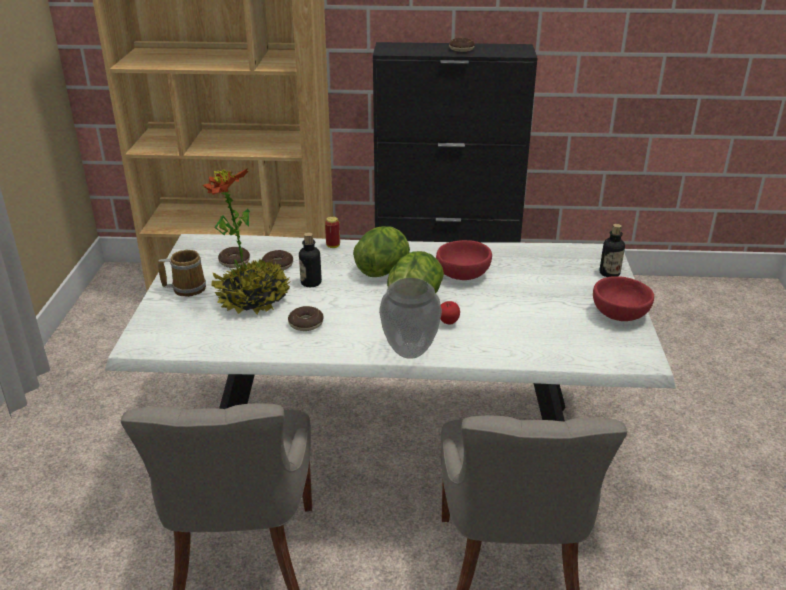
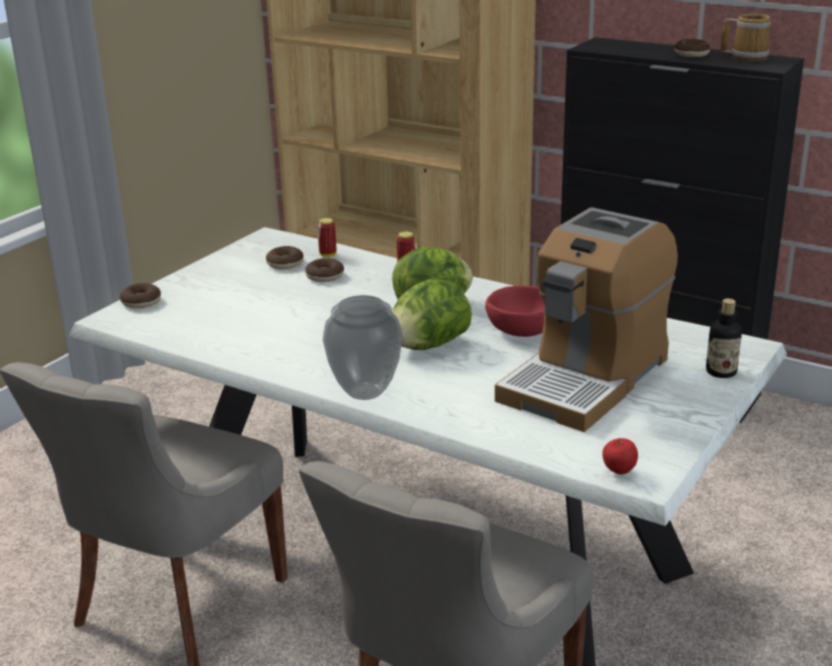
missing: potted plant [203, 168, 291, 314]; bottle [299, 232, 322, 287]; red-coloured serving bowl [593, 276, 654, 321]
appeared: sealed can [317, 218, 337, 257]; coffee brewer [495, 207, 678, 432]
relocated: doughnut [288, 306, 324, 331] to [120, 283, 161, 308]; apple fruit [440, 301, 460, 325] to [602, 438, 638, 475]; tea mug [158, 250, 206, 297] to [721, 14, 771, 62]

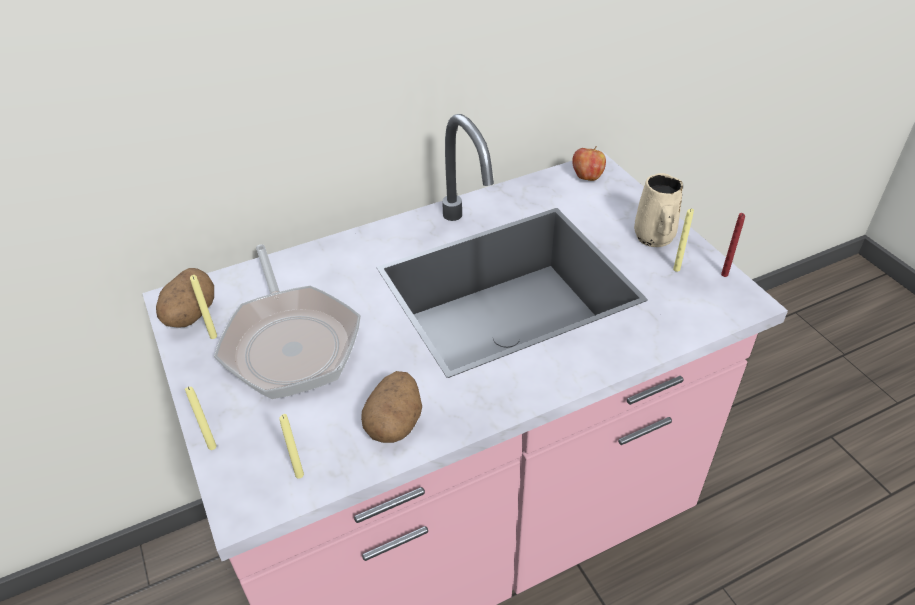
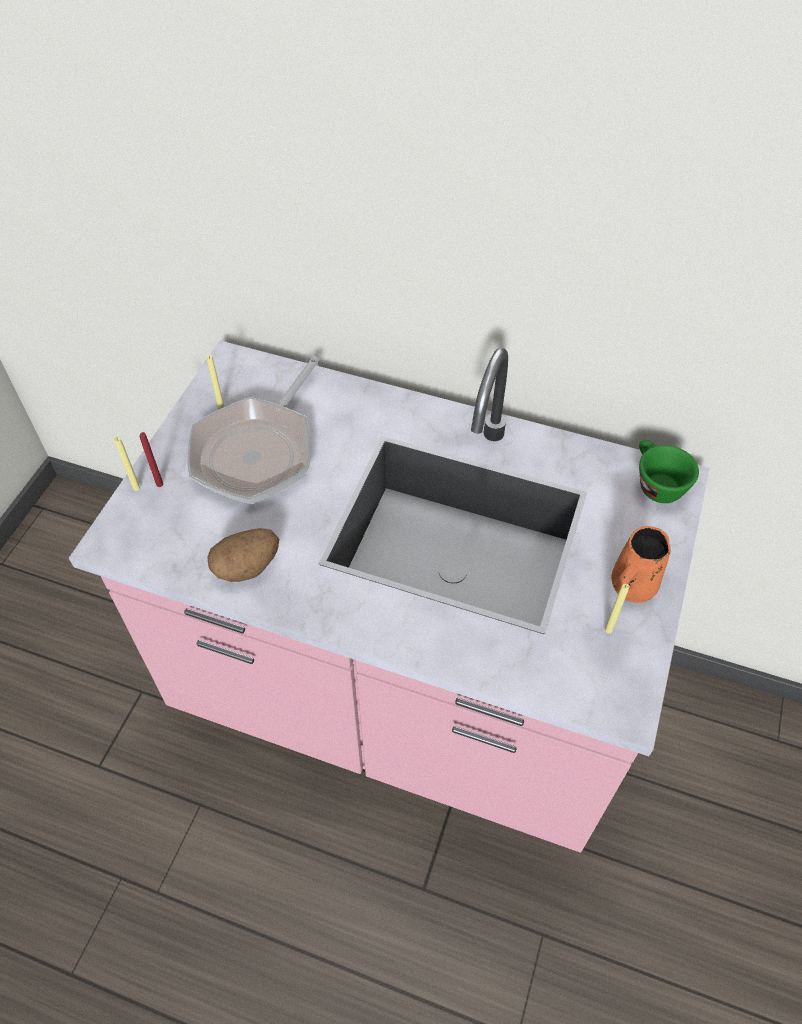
missing: spud [156, 268, 214, 328]; yellow-coloured wax candle [279, 414, 304, 478]
relocated: red-coloured wax candle [721, 213, 745, 277] to [140, 432, 163, 487]
exchanged: apple fruit [572, 146, 606, 181] to greenish drinking cup [639, 440, 699, 503]
colour: beige tea mug [634, 173, 683, 247] to orangey tea mug [611, 526, 671, 603]

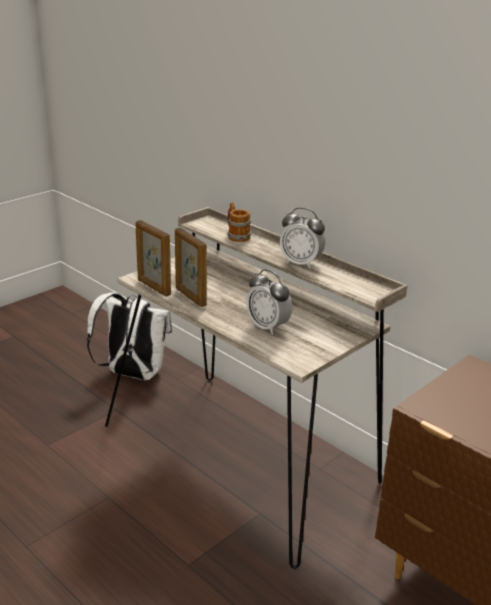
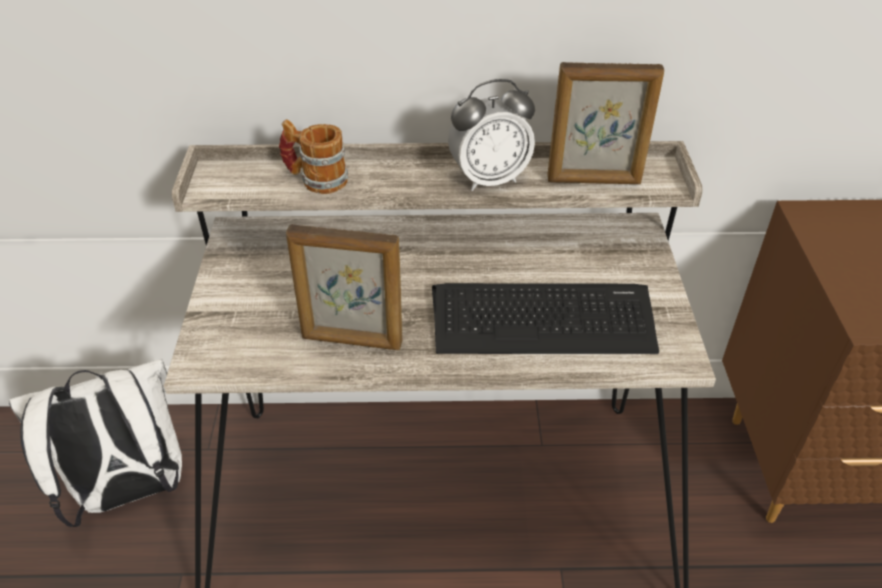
relocated: picture frame [135, 220, 171, 297] to [547, 62, 664, 184]
exchanged: table clock [246, 269, 292, 335] to computer keyboard [432, 283, 659, 354]

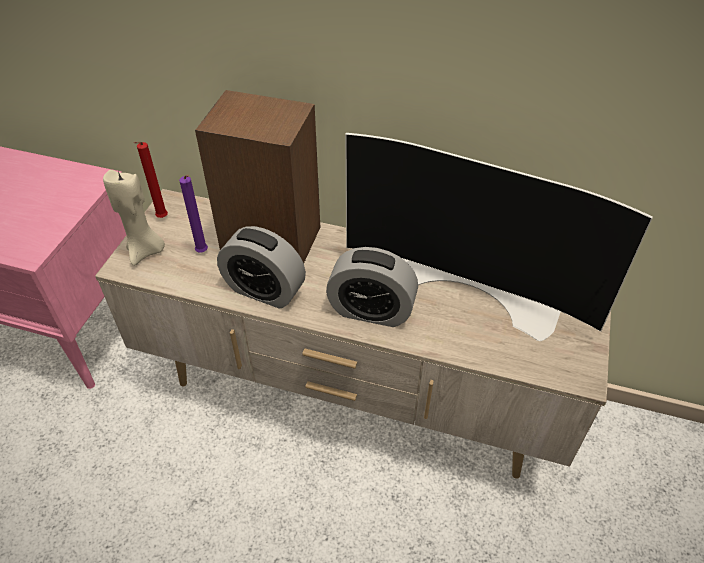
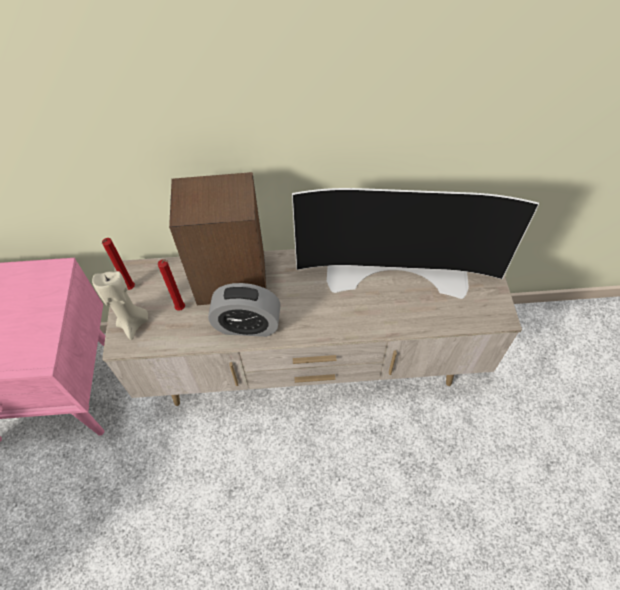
missing: table clock [326, 247, 418, 327]
colour: purplish wax candle [179, 175, 208, 253] to red-coloured wax candle [158, 259, 185, 311]

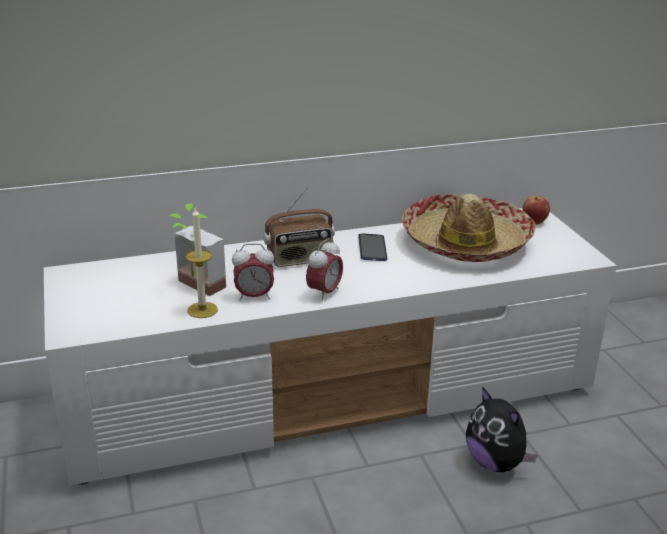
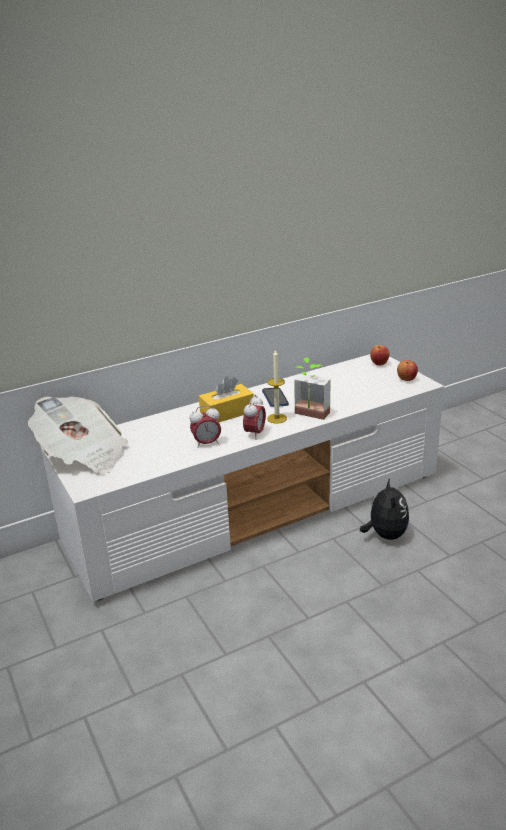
missing: clothing hat [402, 194, 536, 262]
appeared: newspaper [28, 396, 128, 474]; apple fruit [397, 360, 418, 381]
relocated: wax candle [185, 207, 218, 318] to [267, 350, 287, 424]; potted plant [169, 203, 226, 296] to [294, 358, 331, 420]
exchanged: radio set [263, 187, 335, 267] to yellow-coloured tissue holder [199, 376, 254, 422]
spun: cuddly toy [466, 386, 538, 472] = [360, 478, 409, 540] 135 degrees counterclockwise

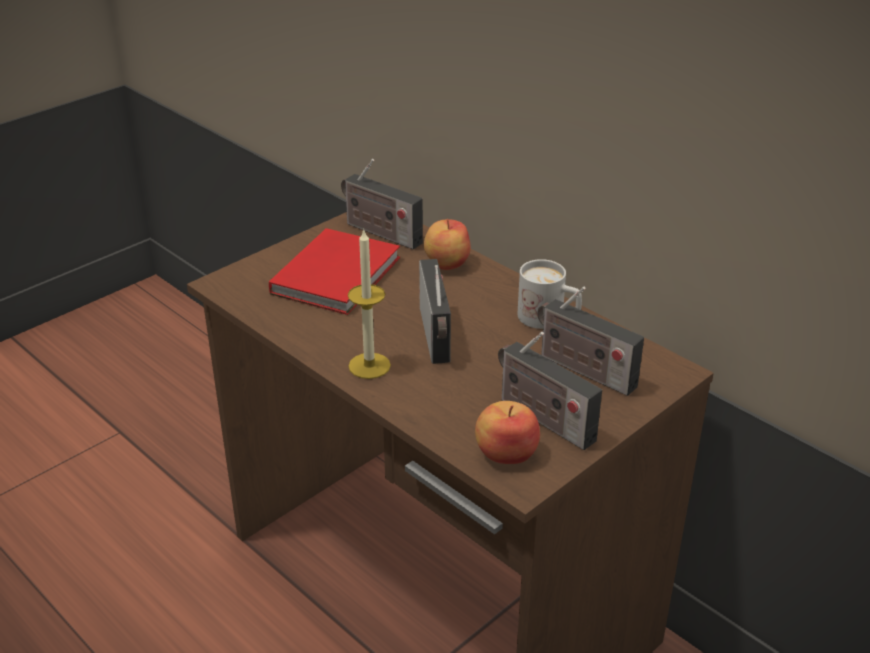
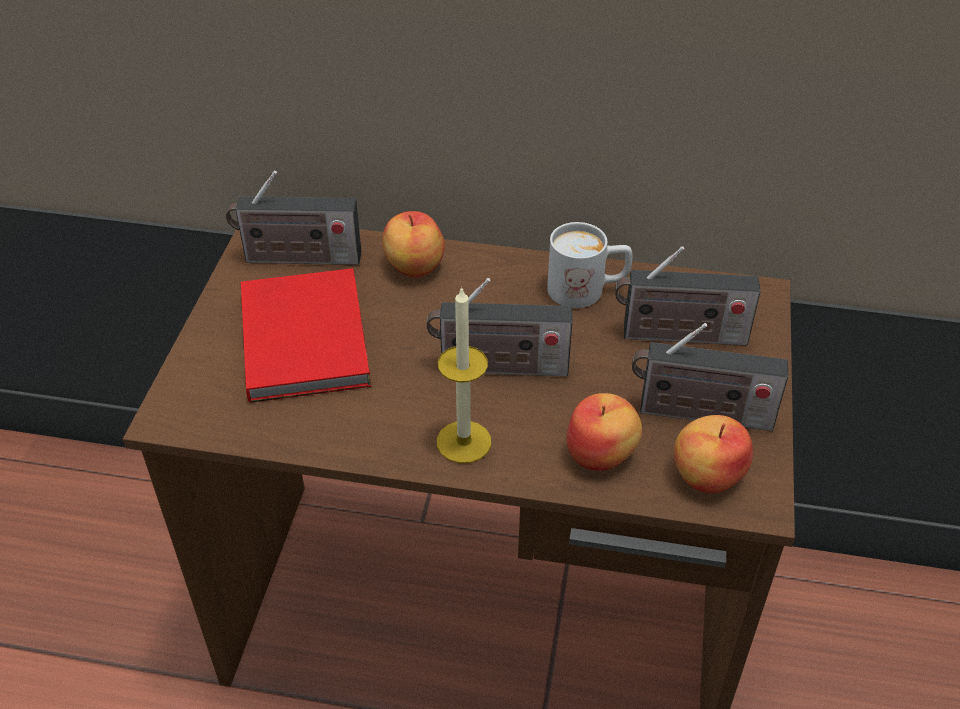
appeared: apple fruit [566, 393, 642, 471]
spun: radio set [419, 259, 451, 364] = [427, 278, 572, 376] 135 degrees clockwise

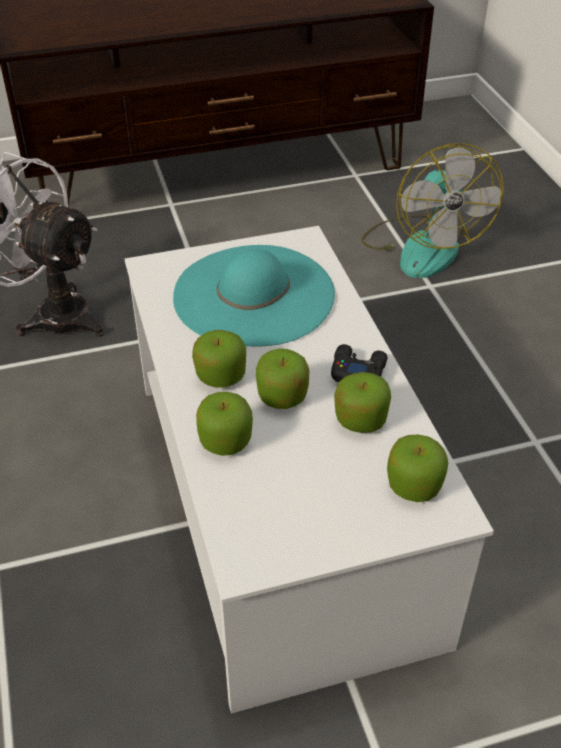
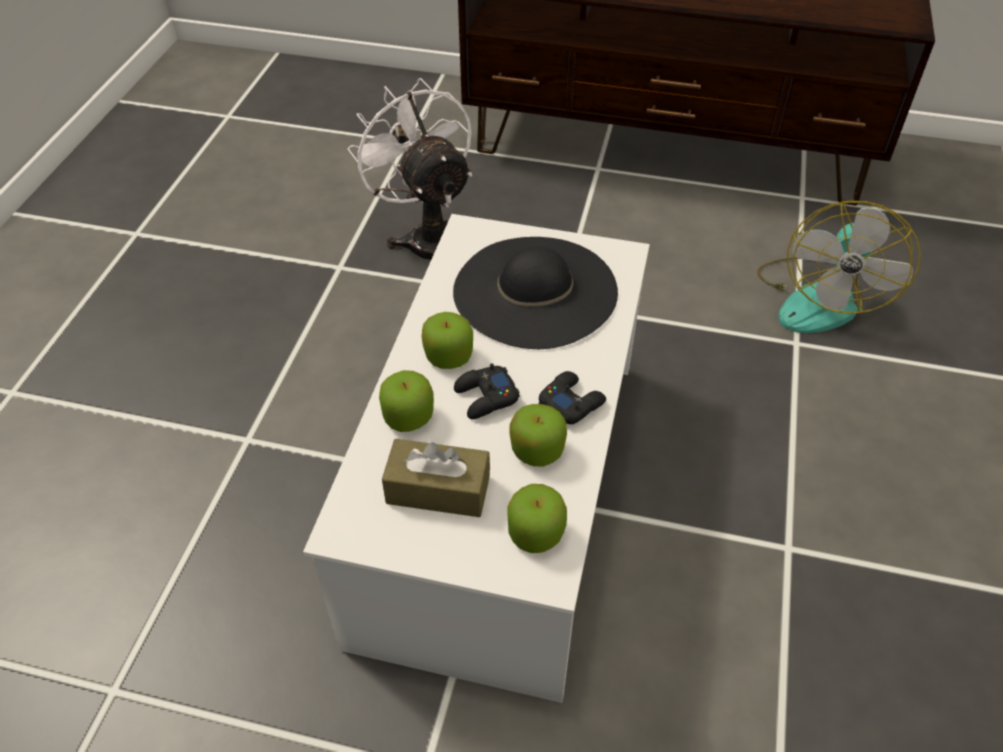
appeared: brown tissue holder [382, 439, 490, 517]
exchanged: apple fruit [256, 348, 309, 409] to black-coloured gamepad [454, 363, 520, 419]
colour: turquoise clothing hat [173, 245, 335, 347] to black-coloured clothing hat [453, 237, 618, 349]

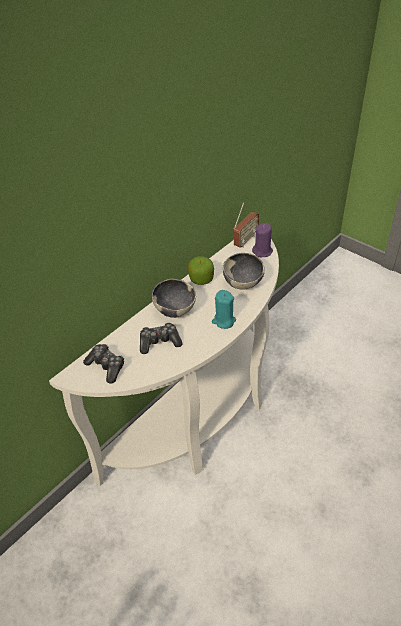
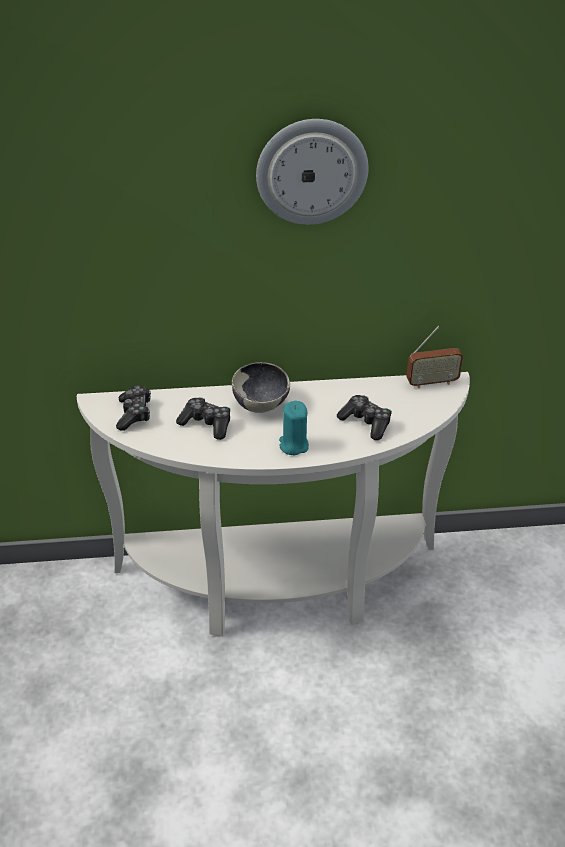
missing: apple fruit [188, 256, 214, 285]; purplish wax candle [252, 223, 273, 257]
appeared: clock on the wall [256, 119, 369, 225]
exchanged: serving bowl [223, 253, 265, 290] to gamepad [337, 395, 392, 440]

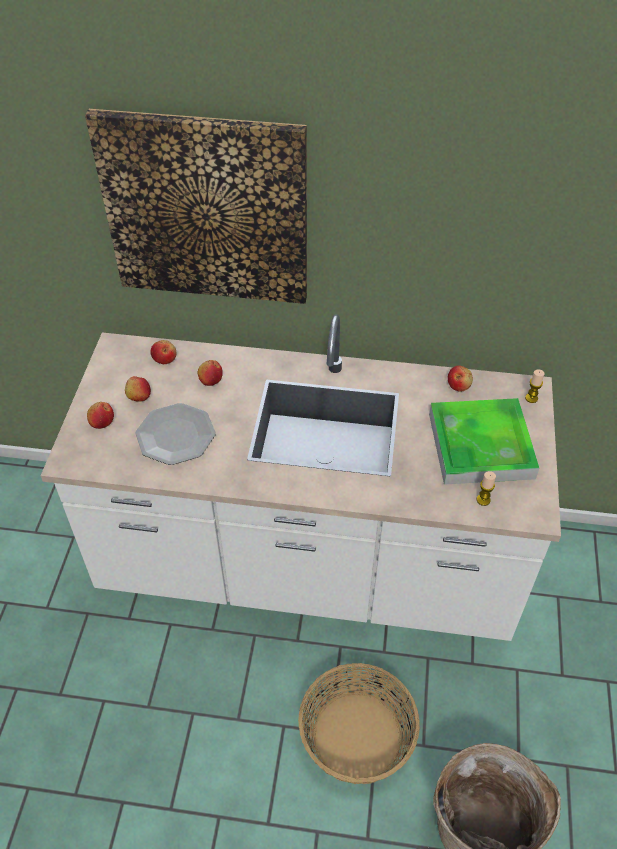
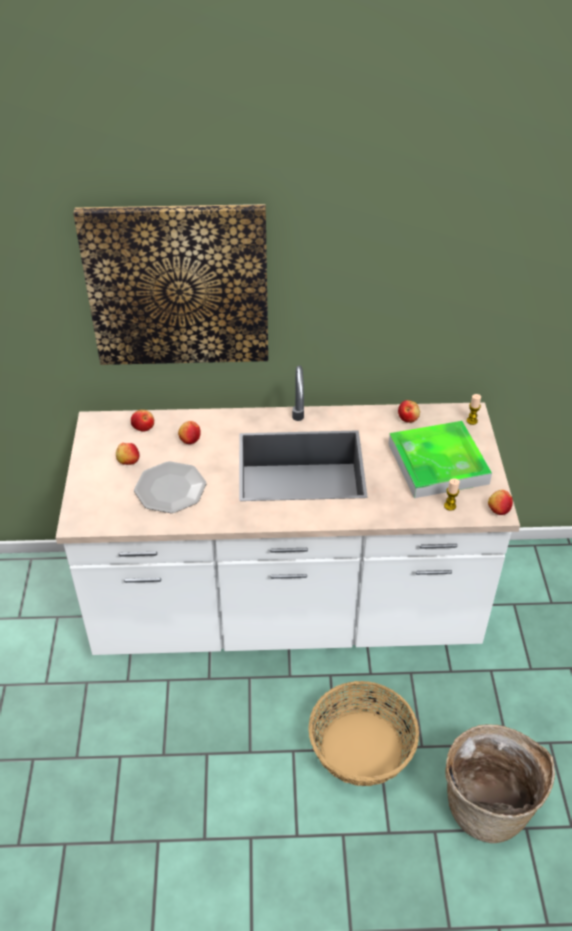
relocated: apple fruit [87, 402, 114, 429] to [488, 490, 513, 515]

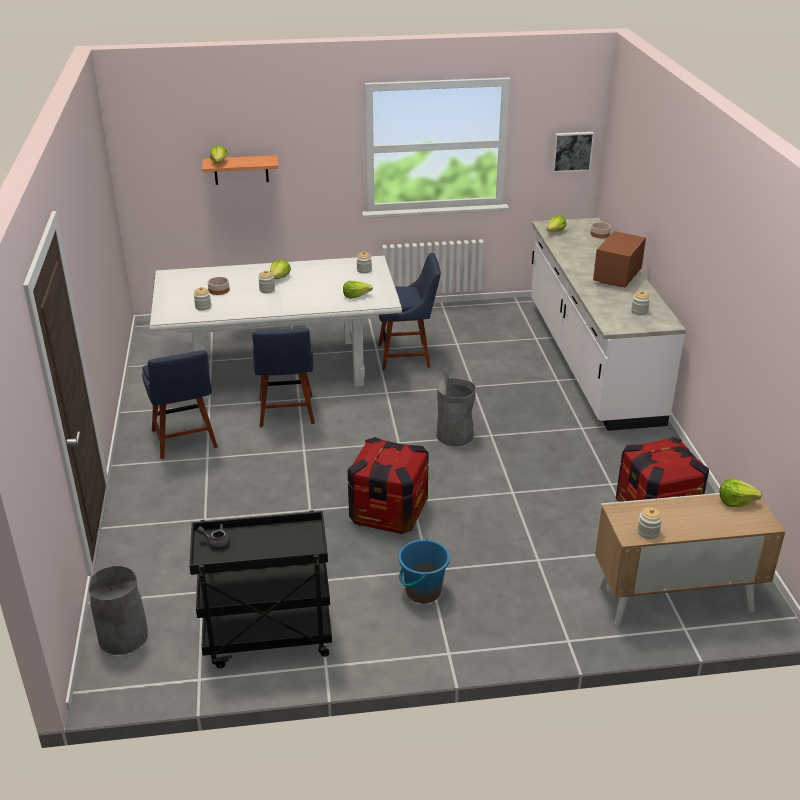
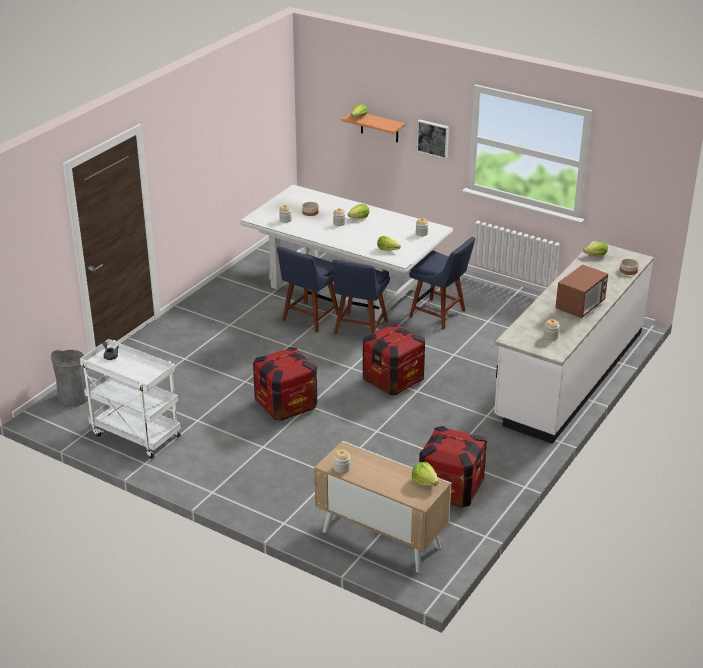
missing: bluish pail [398, 538, 450, 603]
relocated: bluish upright chair [142, 350, 218, 459] to [332, 260, 390, 335]; picture [552, 132, 594, 173] to [417, 119, 449, 159]
exchanged: greyish waste bin [436, 367, 476, 446] to packing crate [363, 324, 425, 395]
colour: black-coloured wheeled cart [189, 510, 332, 668] to white wheeled cart [80, 339, 181, 459]
spun: microwave oven [593, 231, 646, 287] = [555, 264, 608, 318] 150 degrees clockwise

